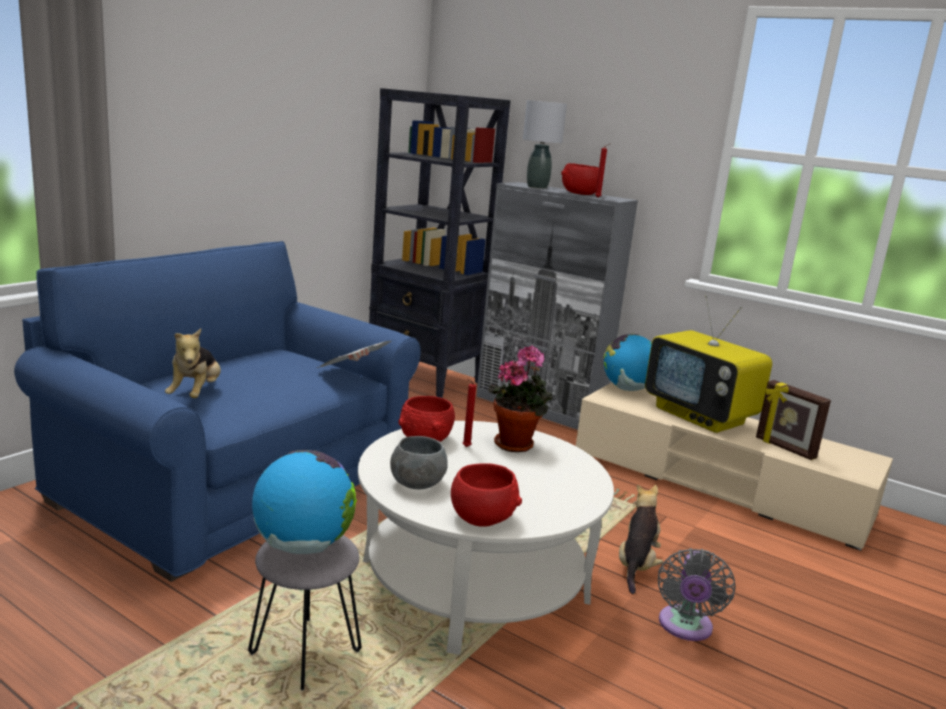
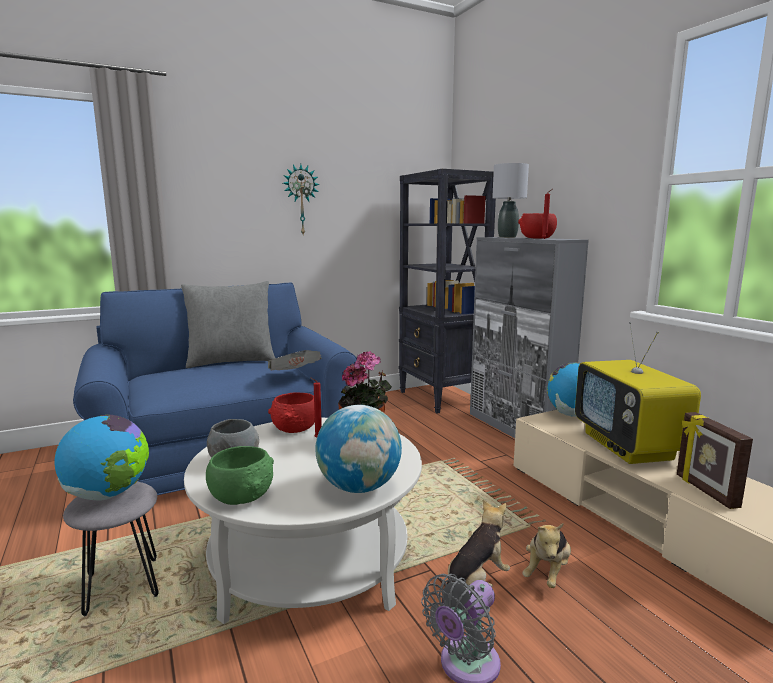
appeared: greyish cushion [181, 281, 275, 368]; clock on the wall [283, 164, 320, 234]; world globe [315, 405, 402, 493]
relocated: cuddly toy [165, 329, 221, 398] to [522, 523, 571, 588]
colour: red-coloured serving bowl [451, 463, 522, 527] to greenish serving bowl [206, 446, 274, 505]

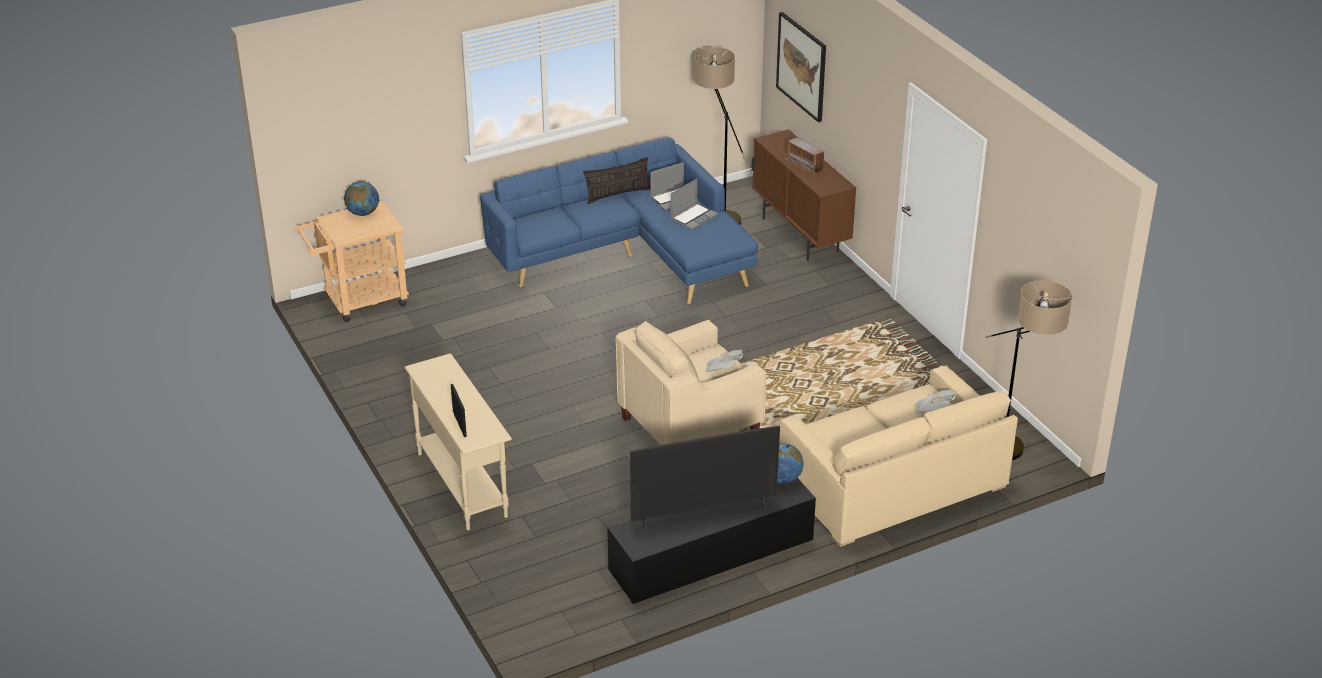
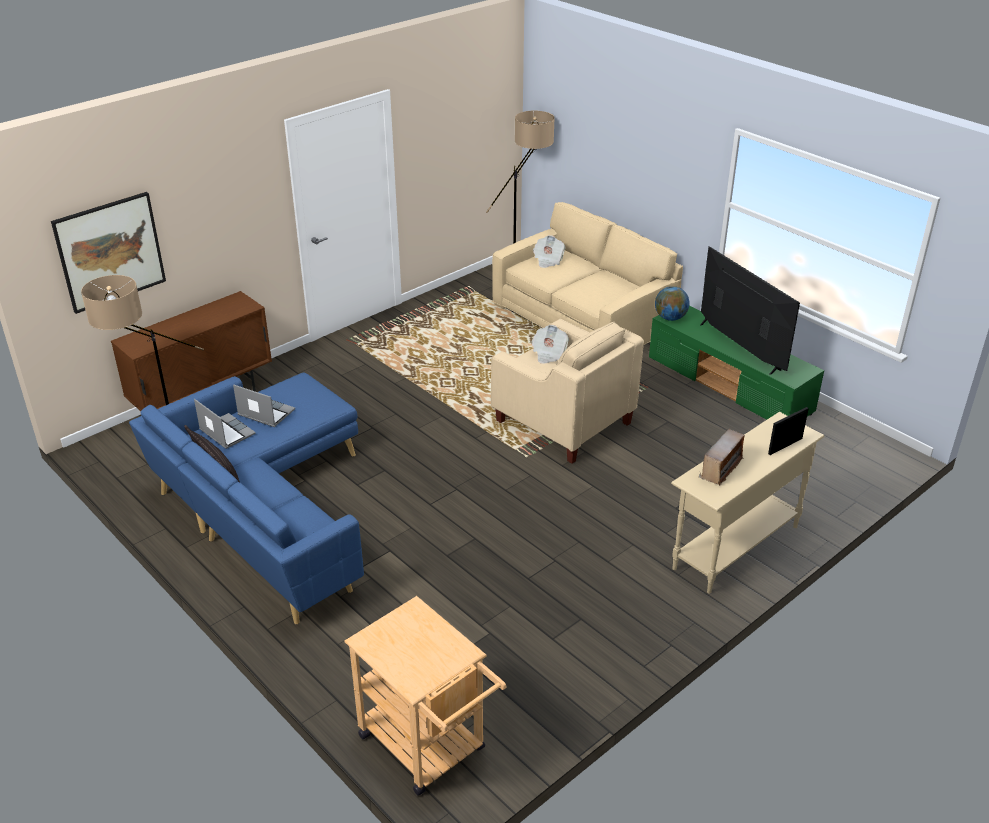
missing: world globe [344, 181, 379, 216]
relocated: radio set [785, 137, 826, 175] to [699, 429, 745, 486]
colour: black-coloured media console [607, 478, 816, 604] to greenish media console [649, 306, 824, 420]

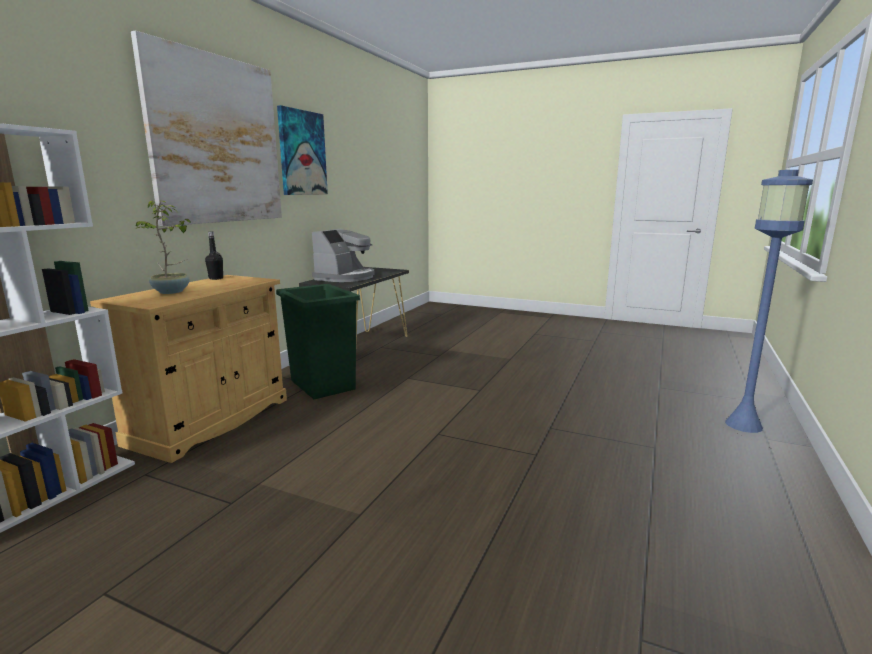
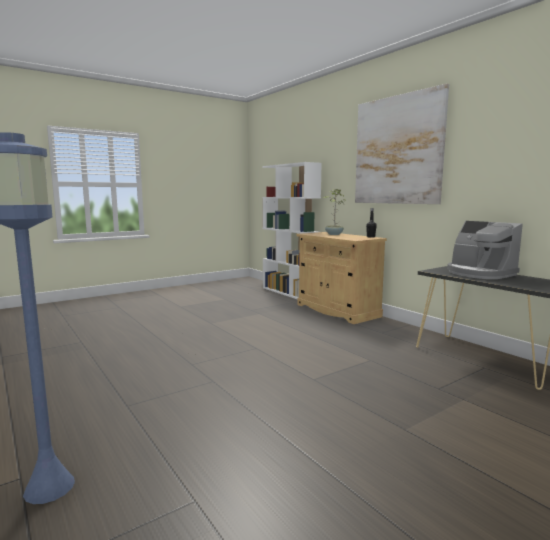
missing: greenish waste bin [276, 284, 360, 399]; picture [277, 105, 328, 195]

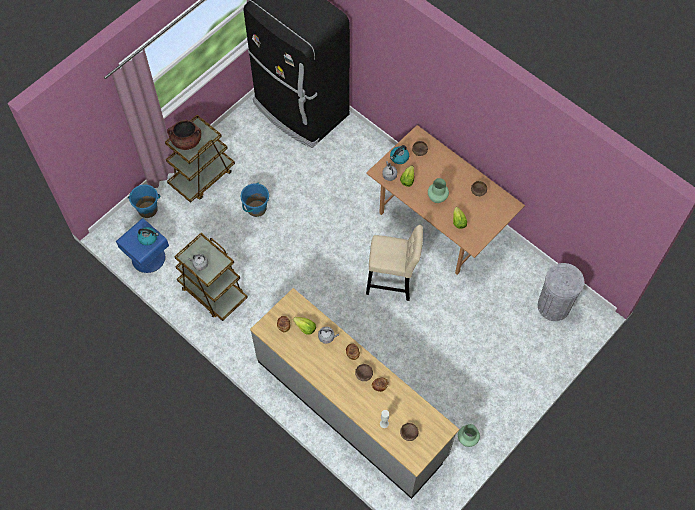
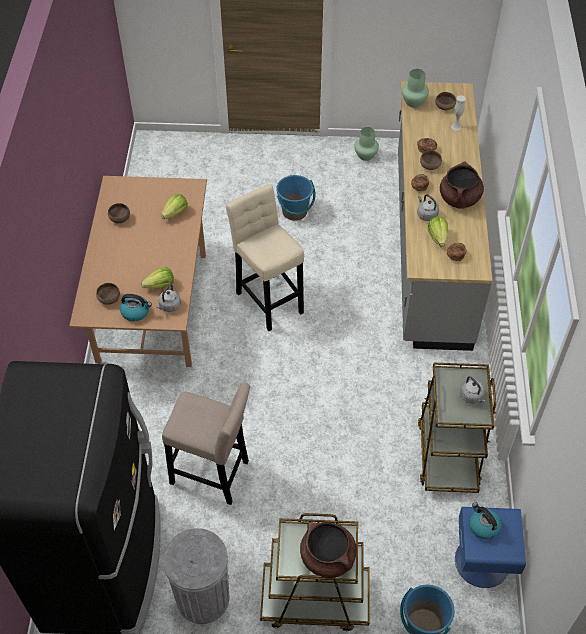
appeared: beige stool [162, 382, 250, 505]; brown cooking pot [440, 161, 484, 209]
relocated: greyish waste bin [538, 263, 584, 321] to [163, 528, 229, 624]; bluish pail [241, 183, 269, 217] to [276, 175, 316, 221]; greenish flower vase [428, 178, 449, 203] to [402, 69, 429, 108]

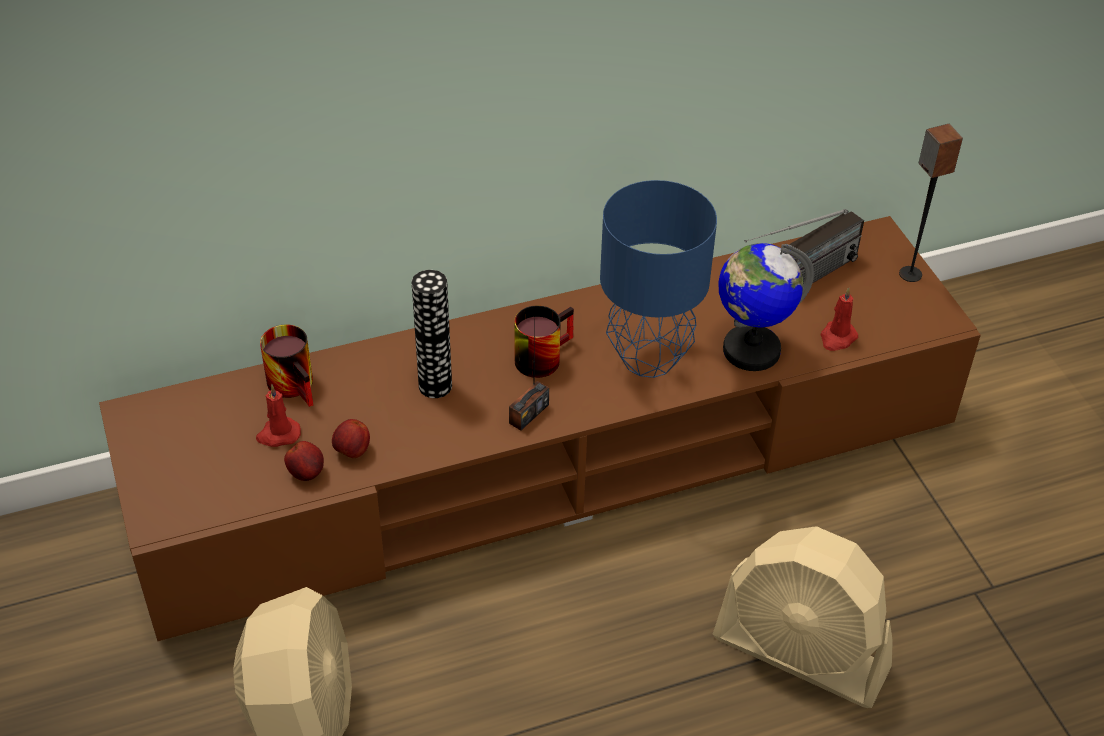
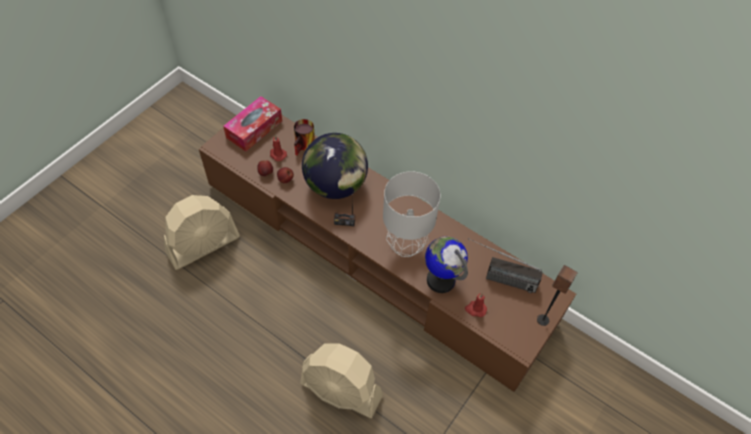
missing: tea mug [514, 305, 574, 378]
appeared: tissue holder [223, 96, 282, 152]
exchanged: flower vase [412, 270, 452, 398] to world globe [302, 133, 368, 199]
colour: bluish tabletop lamp [600, 180, 717, 378] to greyish tabletop lamp [383, 171, 441, 257]
spun: beige electric fan [712, 526, 893, 708] = [300, 343, 383, 418] 60 degrees counterclockwise

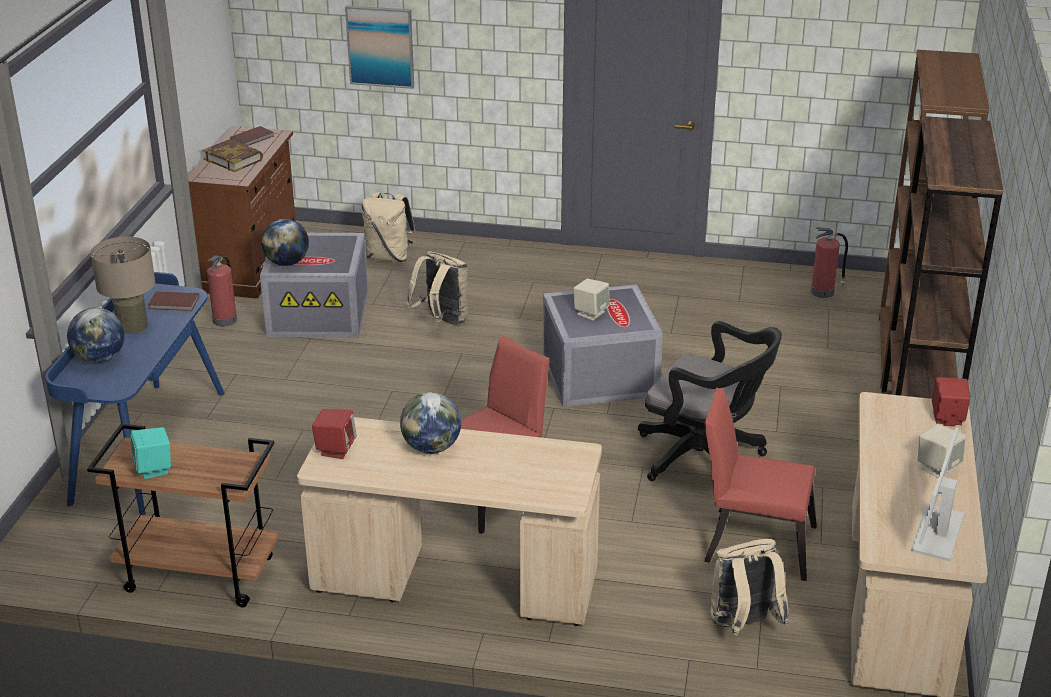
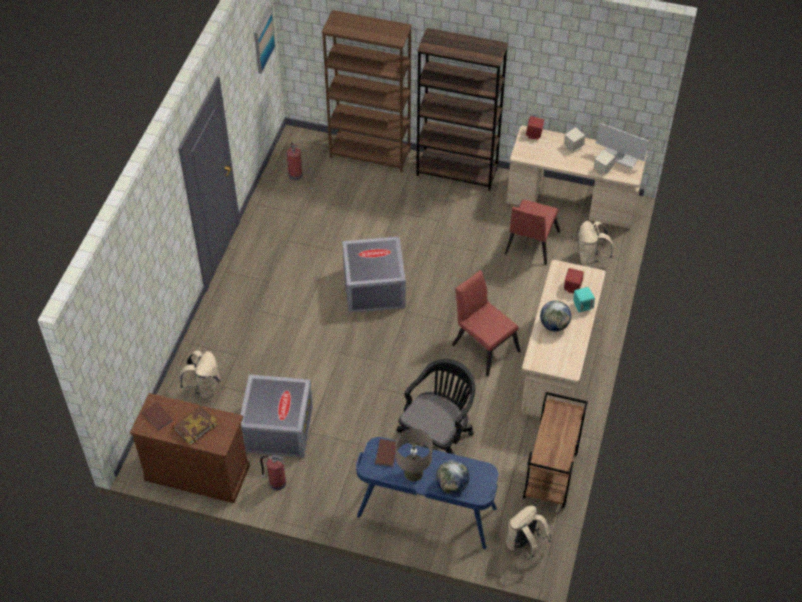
missing: world globe [261, 219, 309, 266]
relocated: picture [345, 5, 414, 89] to [254, 6, 276, 74]; black-coloured office chair [638, 321, 782, 481] to [396, 359, 475, 455]; beige rucksack [406, 251, 468, 325] to [506, 506, 552, 561]; red-coloured speaker [312, 409, 357, 459] to [564, 268, 584, 294]; turquoise speaker [130, 427, 171, 479] to [573, 287, 595, 312]; beige speaker [573, 279, 610, 320] to [594, 150, 615, 175]

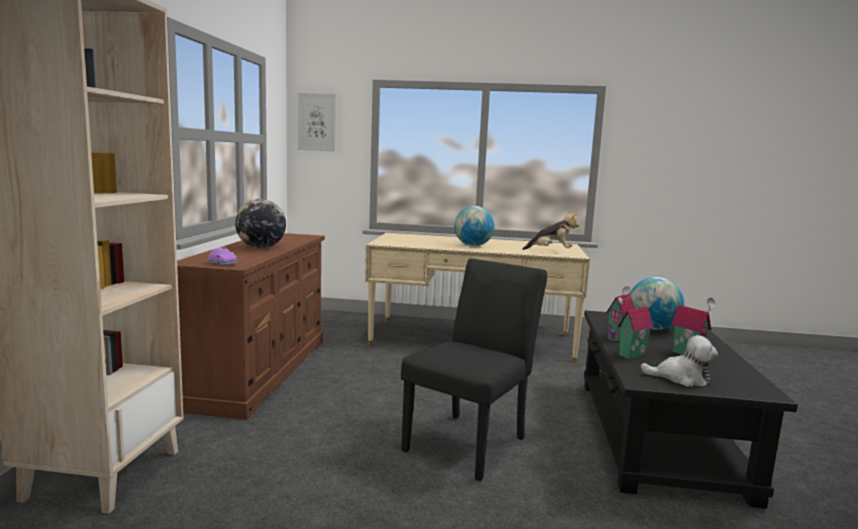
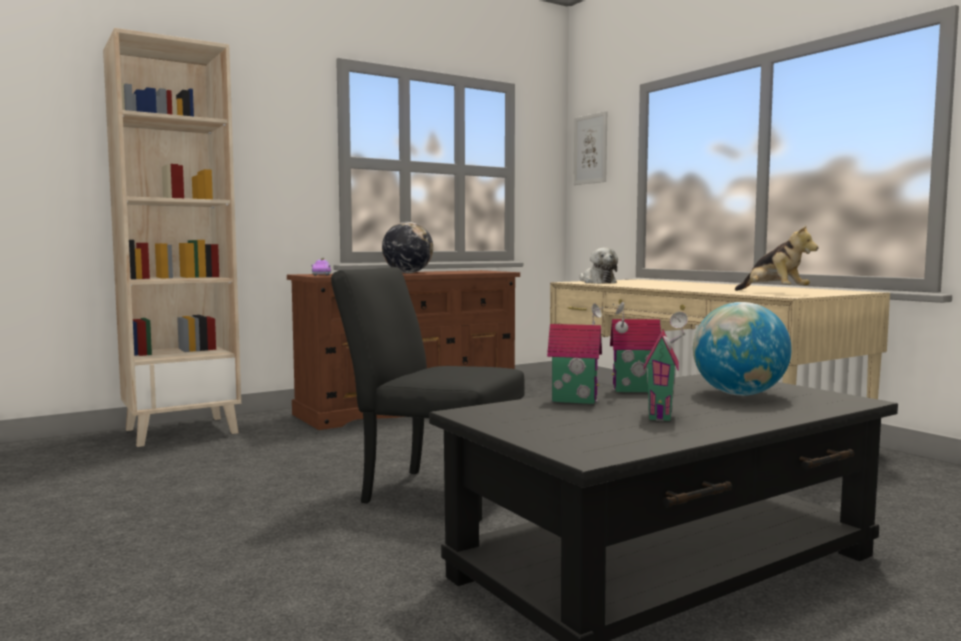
missing: world globe [454, 206, 494, 246]
relocated: cuddly toy [640, 335, 718, 387] to [580, 247, 618, 284]
spun: black-coloured upright chair [401, 258, 547, 481] = [331, 267, 525, 522] 150 degrees counterclockwise

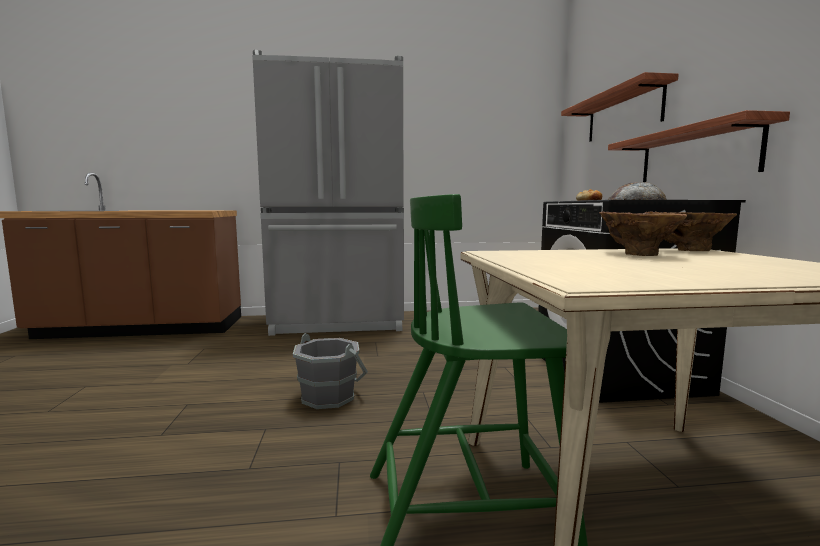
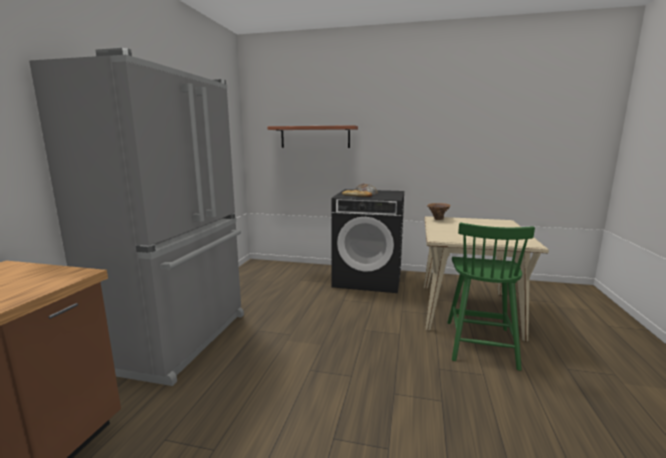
missing: greyish pail [293, 333, 368, 409]; brown flower vase [599, 212, 687, 256]; wall shelf [608, 110, 790, 182]

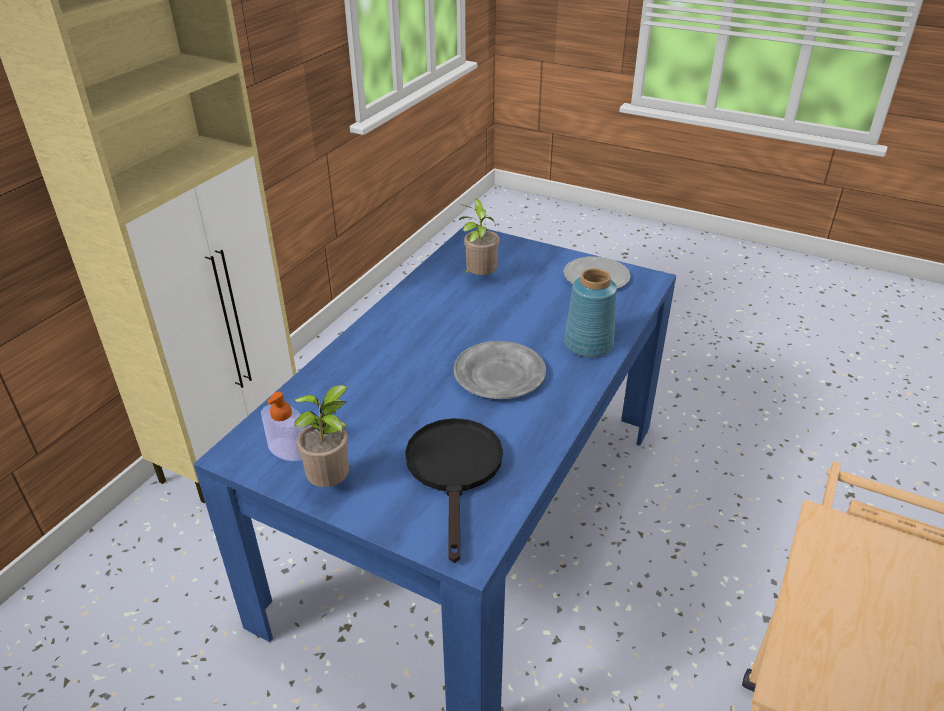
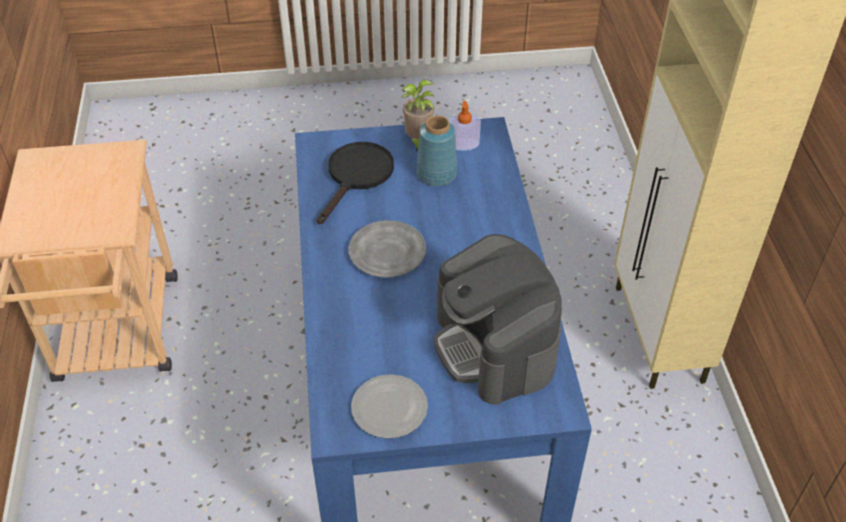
relocated: bluish flower vase [564, 268, 617, 357] to [417, 115, 457, 186]
exchanged: potted plant [459, 199, 500, 275] to coffee brewer [434, 234, 562, 405]
spun: black-coloured frying pan [405, 418, 503, 563] = [317, 142, 394, 224] 120 degrees counterclockwise

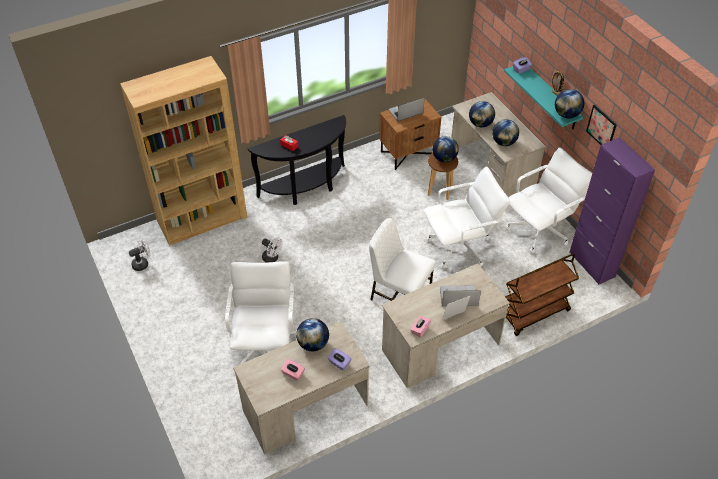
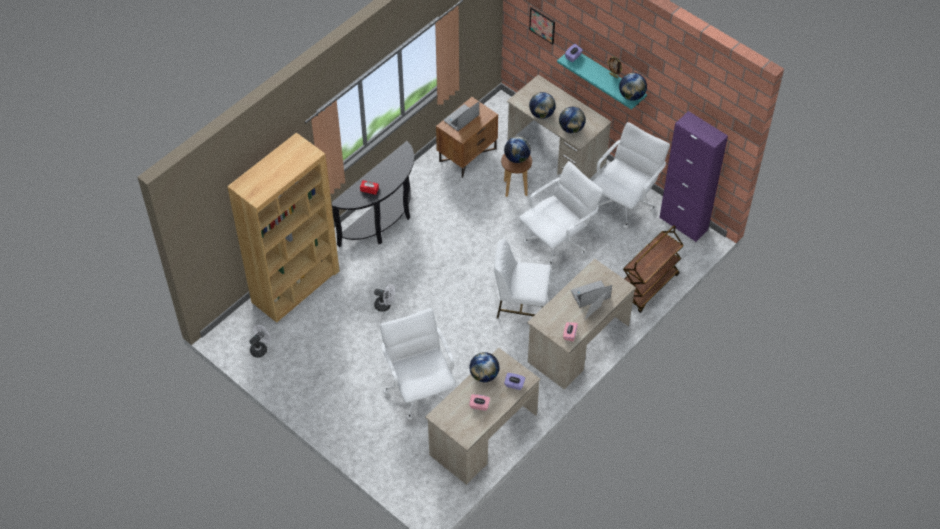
relocated: picture [586, 105, 617, 145] to [529, 7, 555, 45]

